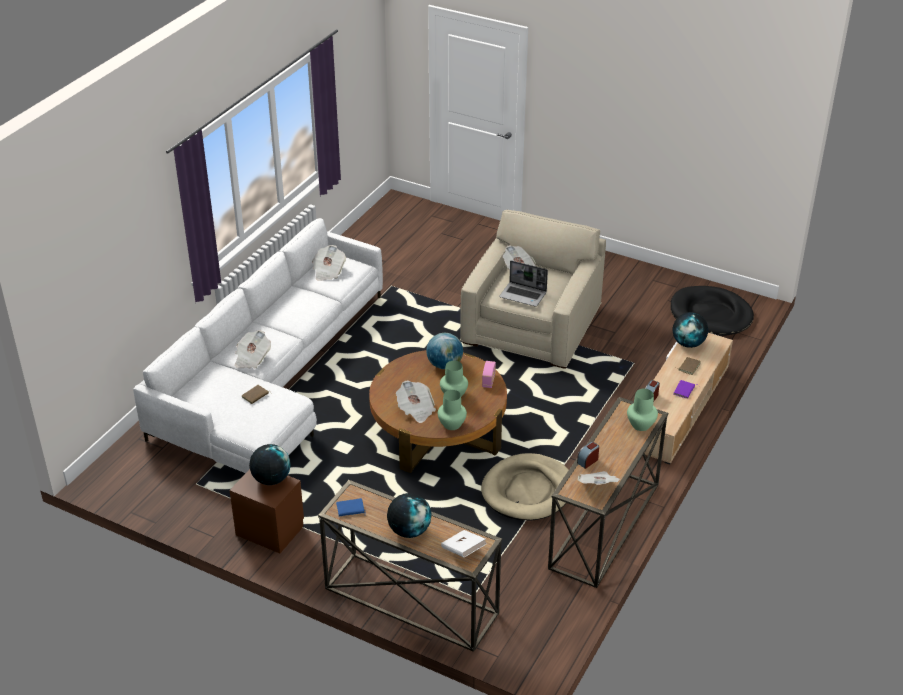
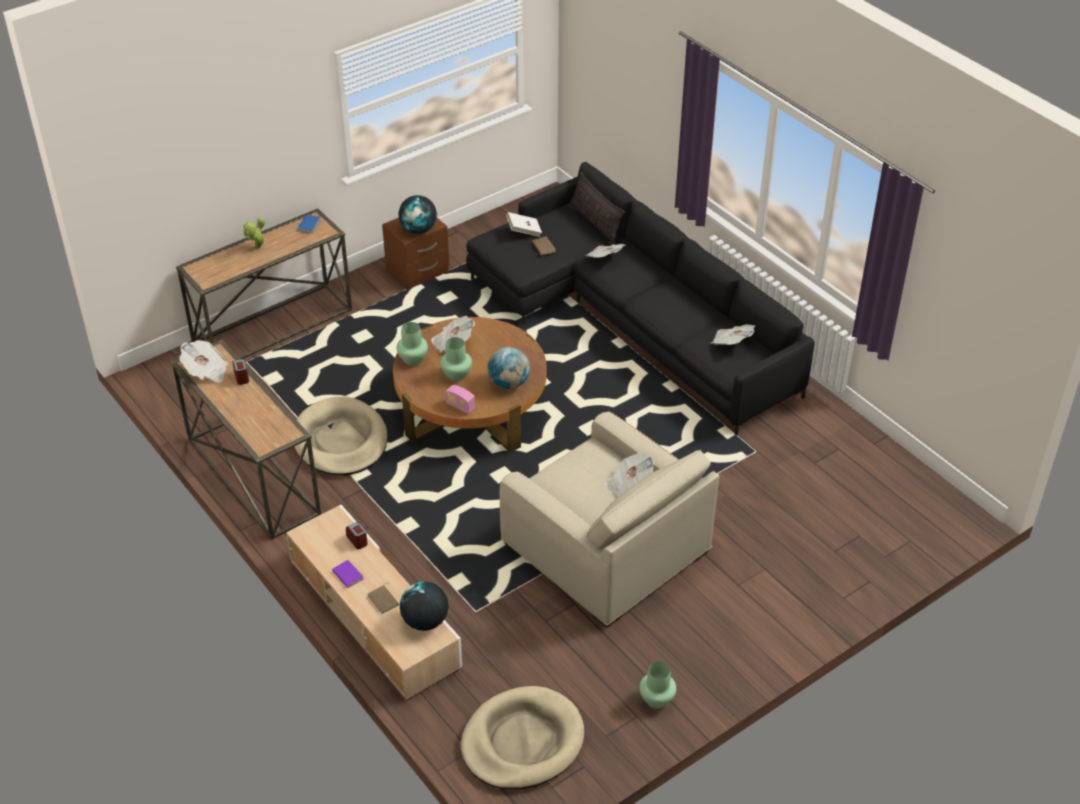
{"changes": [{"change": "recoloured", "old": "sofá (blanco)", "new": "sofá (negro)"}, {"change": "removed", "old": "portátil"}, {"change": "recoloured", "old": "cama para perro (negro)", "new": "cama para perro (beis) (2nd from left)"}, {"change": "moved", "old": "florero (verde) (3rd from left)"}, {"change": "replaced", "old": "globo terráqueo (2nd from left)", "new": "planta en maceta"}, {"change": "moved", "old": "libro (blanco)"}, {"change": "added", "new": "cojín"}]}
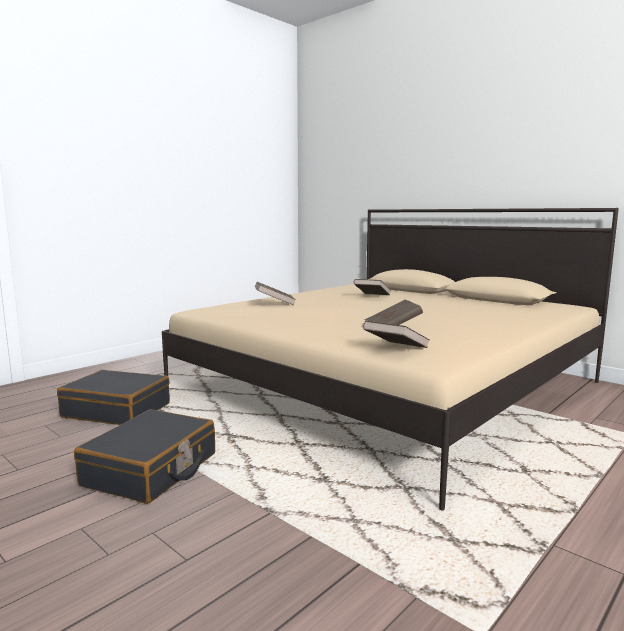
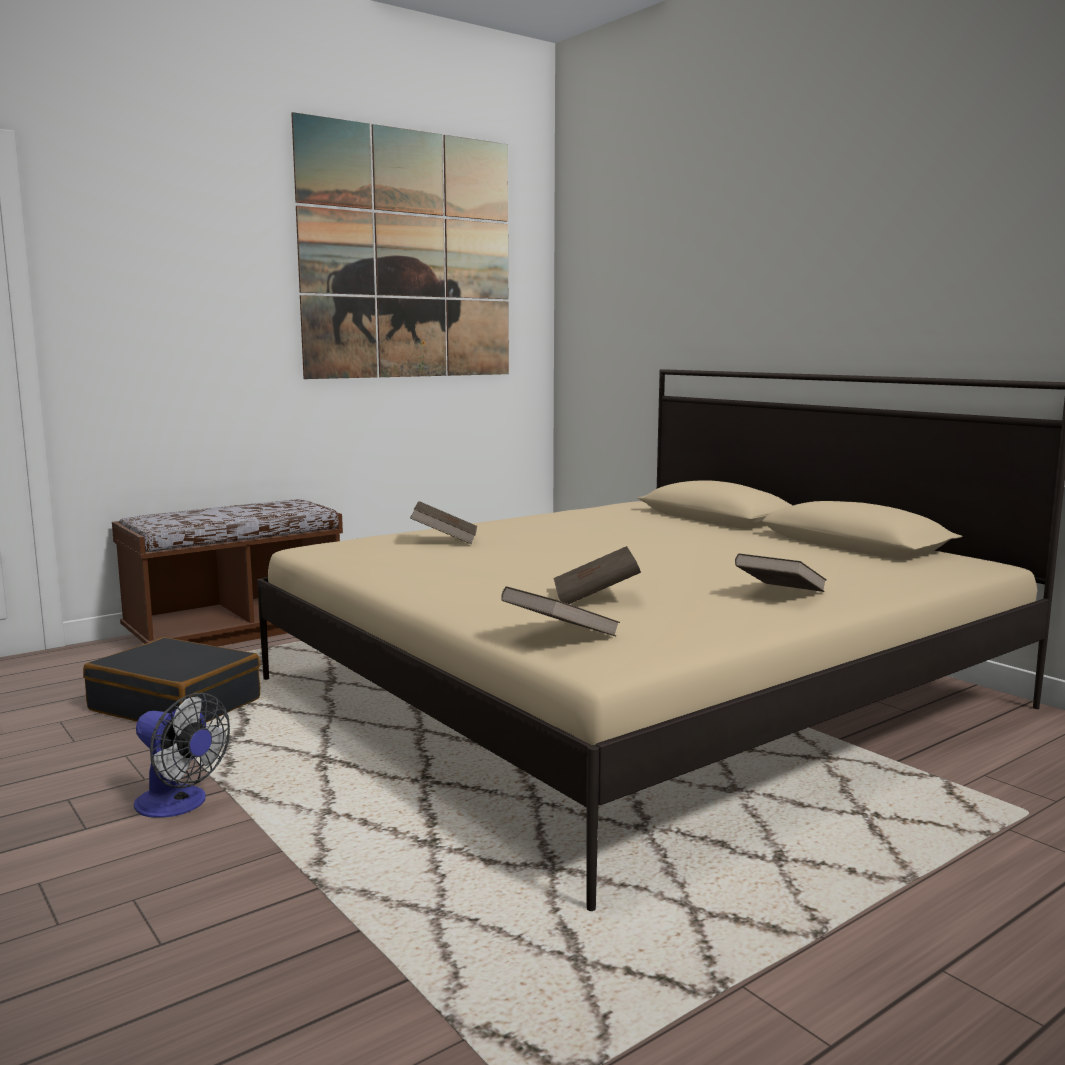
{"changes": [{"change": "moved", "old": "libro (marrón) (2nd from left in the first image)", "new": "libro (marrón) (4th from left)"}, {"change": "replaced", "old": "maleta (negro) (2nd from left)", "new": "ventilador"}, {"change": "added", "new": "cuadro"}, {"change": "added", "new": "banco (marrón)"}]}
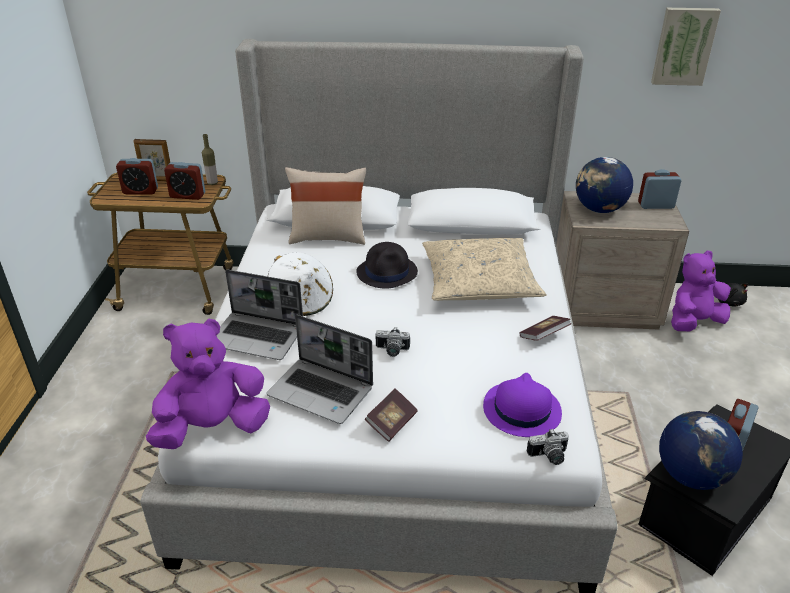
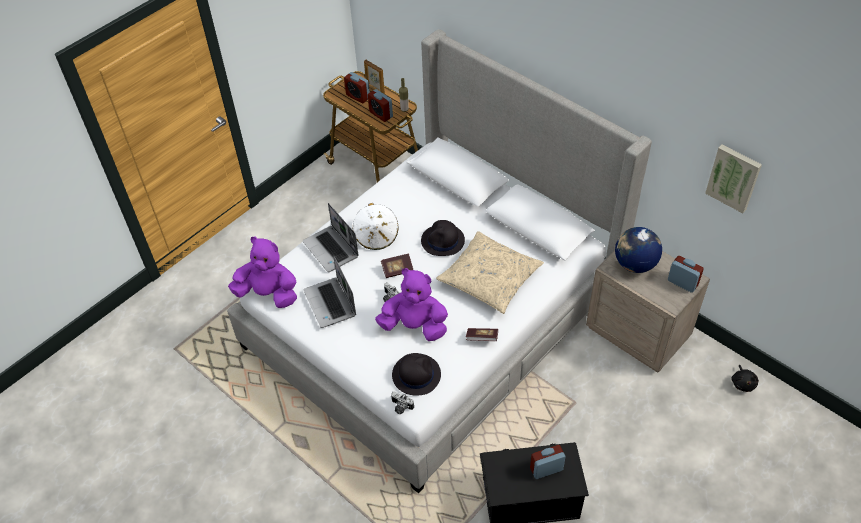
{"changes": [{"change": "removed", "old": "cojín (beis) (1st from left)"}, {"change": "moved", "old": "peluche (morado) (2nd from left)"}, {"change": "recoloured", "old": "sombrero (morado)", "new": "sombrero (negro) (1st from left)"}, {"change": "moved", "old": "libro (1st from left)"}, {"change": "removed", "old": "globo terráqueo (2nd from left)"}]}
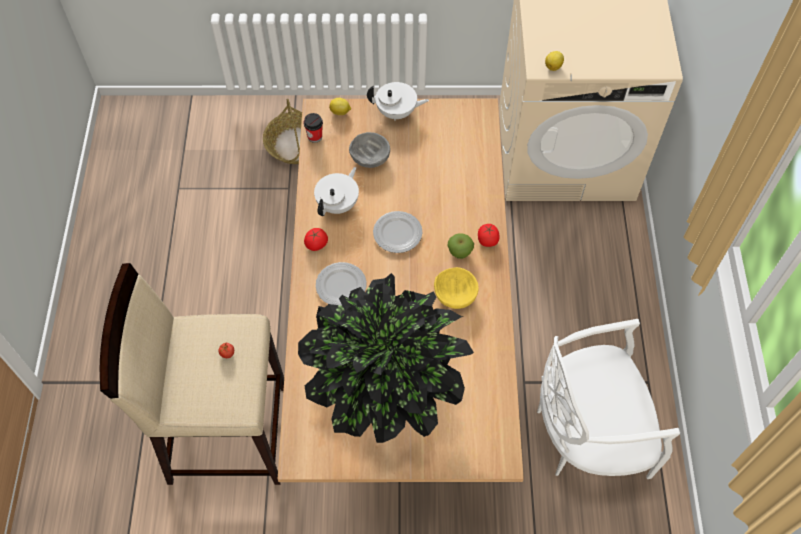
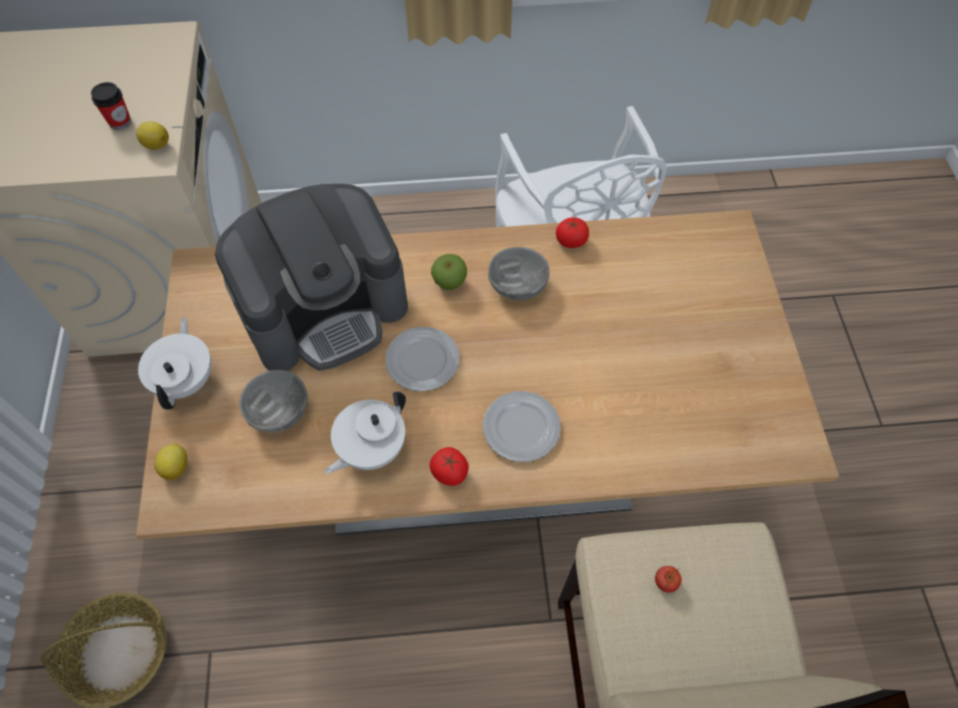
{"changes": [{"change": "moved", "old": "taza"}, {"change": "turned", "old": "tetera (blanco) (1st from left in the first image)", "degrees": -75}, {"change": "moved", "old": "tomate (3rd from left in the first image)", "new": "tomate (2nd from left)"}, {"change": "recoloured", "old": "cuenco (amarillo)", "new": "cuenco (gris) (2nd from left)"}, {"change": "removed", "old": "planta en maceta"}, {"change": "added", "new": "cafetera"}]}
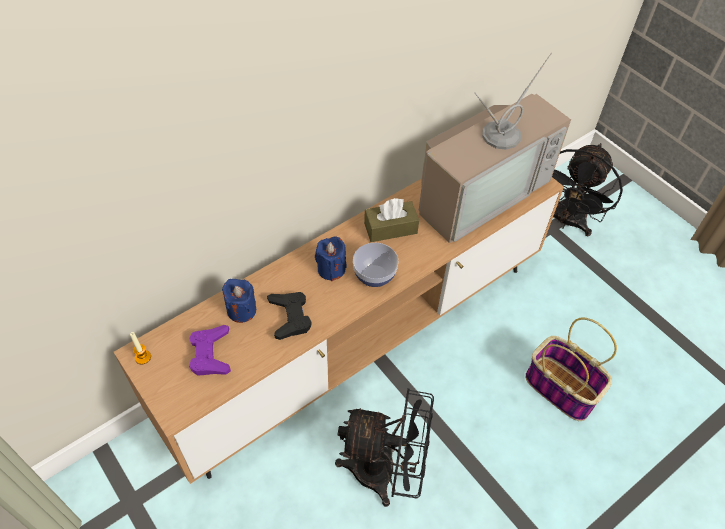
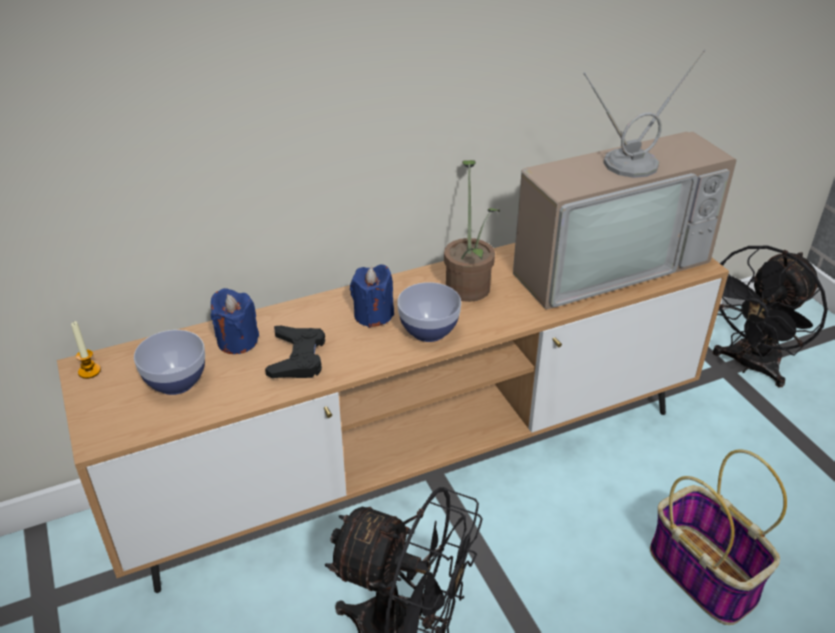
{"changes": [{"change": "replaced", "old": "caja de pañuelos (marrón)", "new": "planta en maceta"}, {"change": "replaced", "old": "mando de consola (morado)", "new": "cuenco (1st from left)"}]}
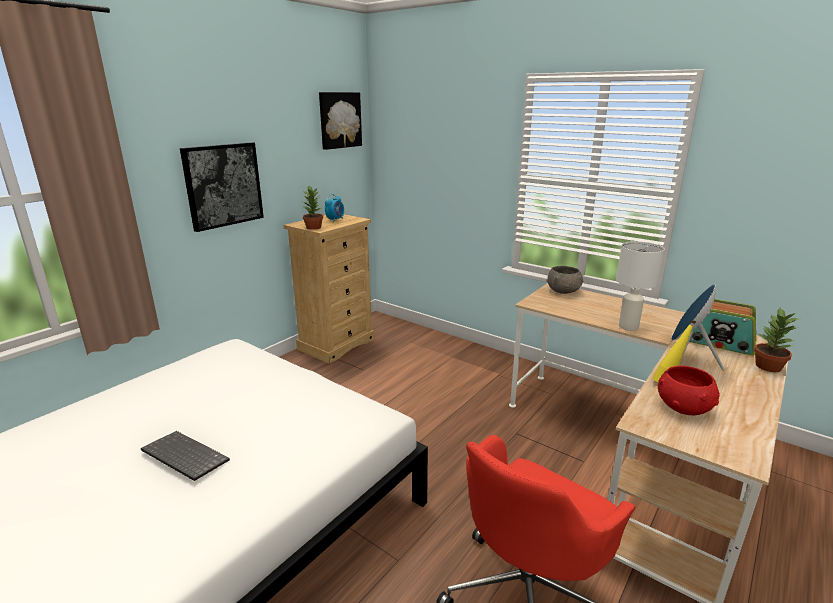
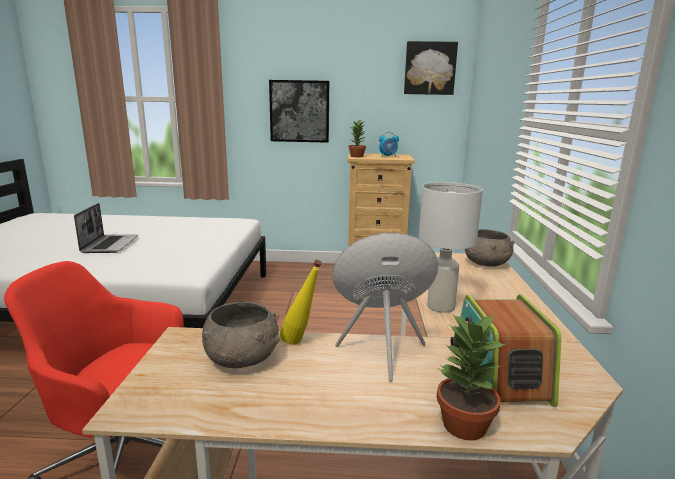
{"changes": [{"change": "recoloured", "old": "cuenco (rojo)", "new": "cuenco (gris) (1st from left)"}, {"change": "replaced", "old": "teclado", "new": "portátil"}]}
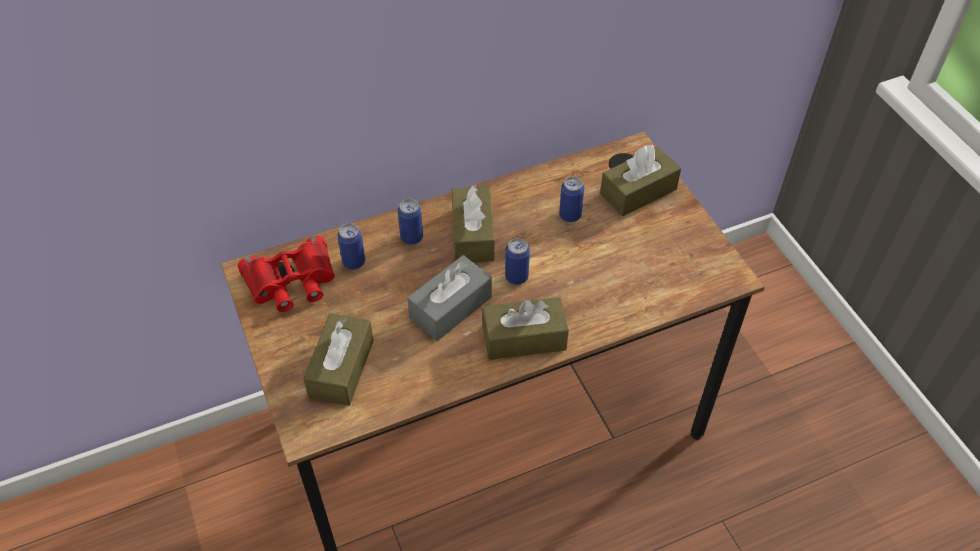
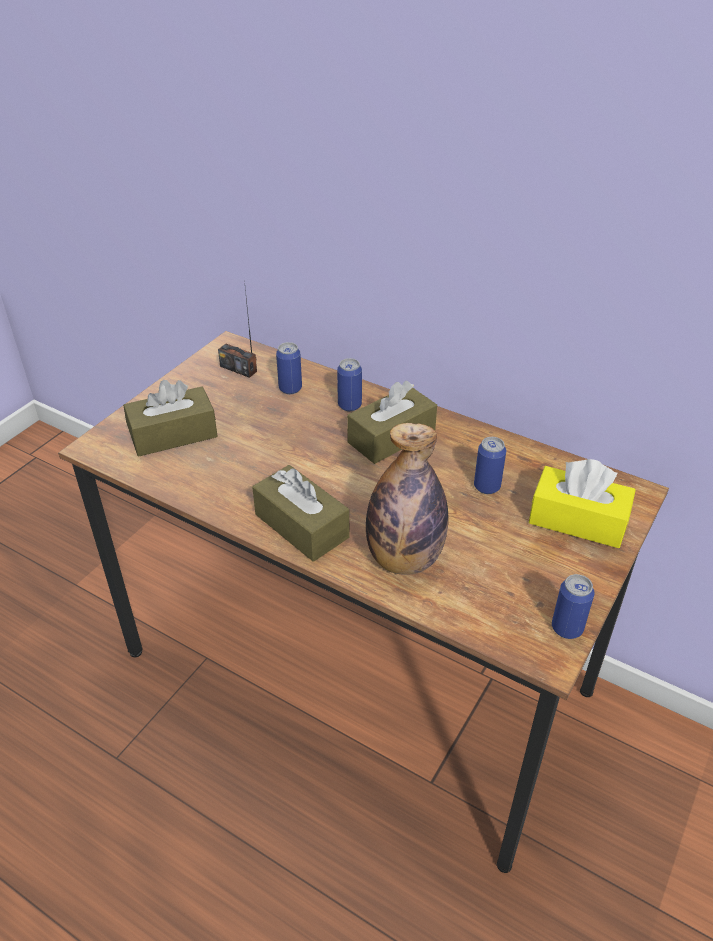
{"changes": [{"change": "recoloured", "old": "caja de pañuelos (marrón) (4th from left)", "new": "caja de pañuelos (amarillo)"}, {"change": "replaced", "old": "prismáticos (rojo)", "new": "radio"}, {"change": "moved", "old": "lata (3rd from left in the first image)", "new": "lata (4th from left)"}, {"change": "removed", "old": "caja de pañuelos (gris)"}, {"change": "added", "new": "botella"}]}
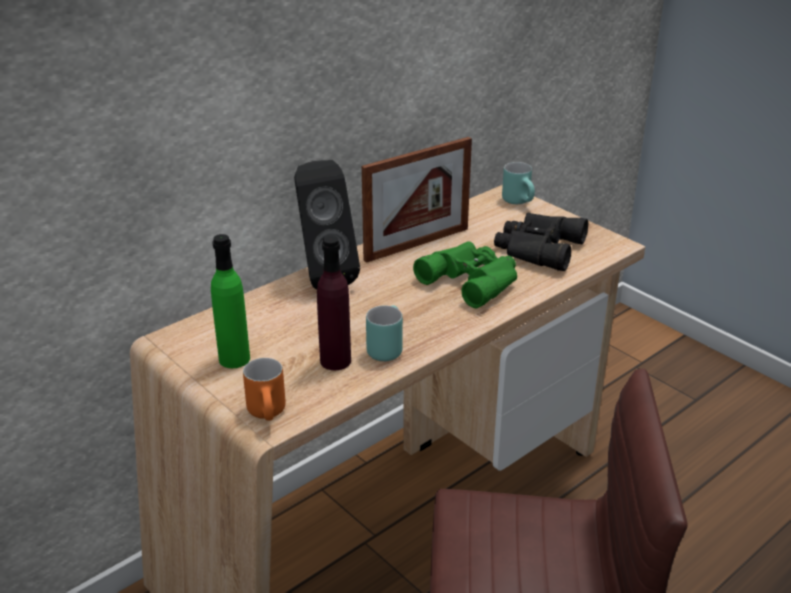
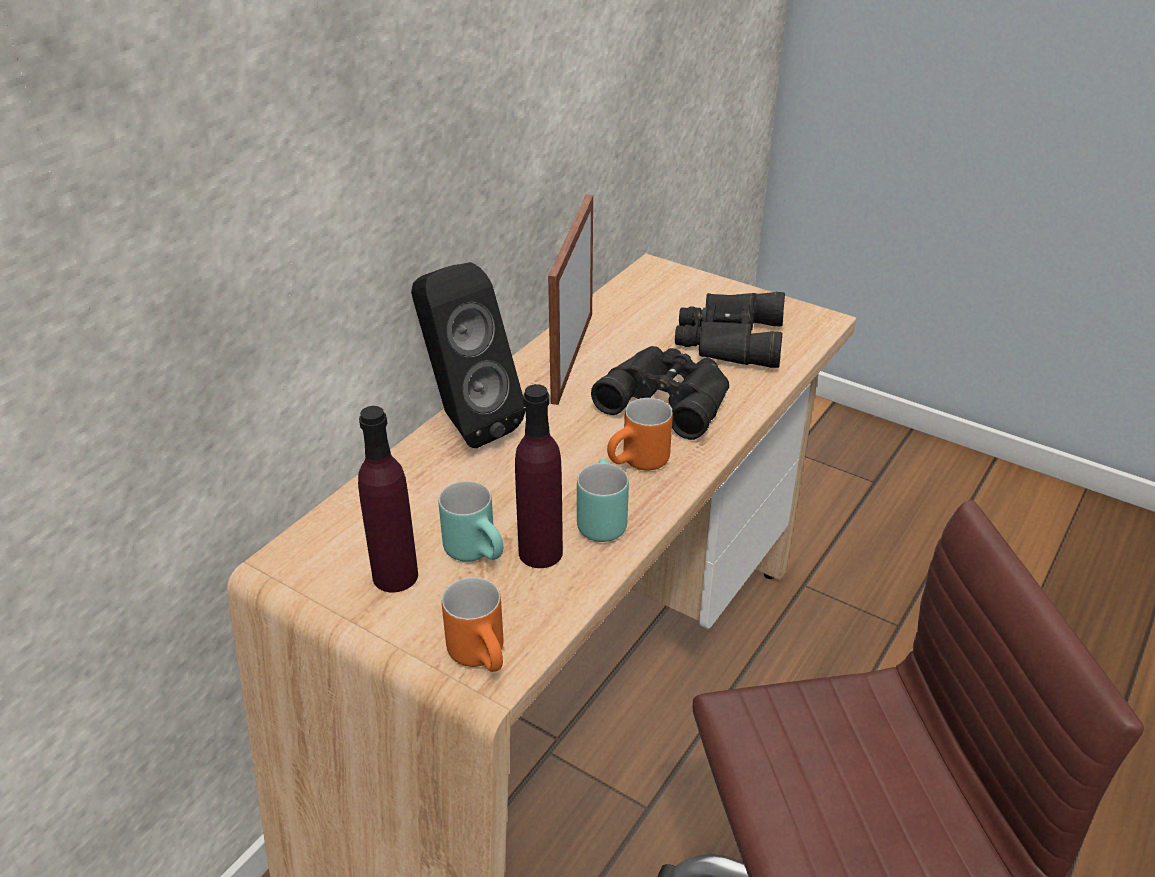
{"changes": [{"change": "turned", "old": "portarretratos", "degrees": 150}, {"change": "moved", "old": "taza grande (turquesa) (2nd from left in the first image)", "new": "taza grande (turquesa) (1st from left)"}, {"change": "recoloured", "old": "botella (verde)", "new": "botella (morado) (1st from left)"}, {"change": "recoloured", "old": "prismáticos (verde)", "new": "prismáticos (negro) (1st from left)"}, {"change": "added", "new": "taza grande (naranja) (2nd from left)"}]}
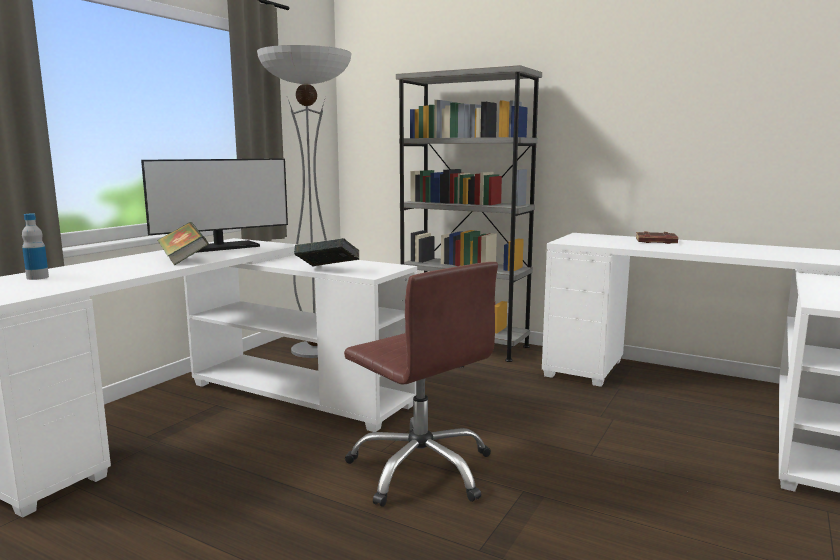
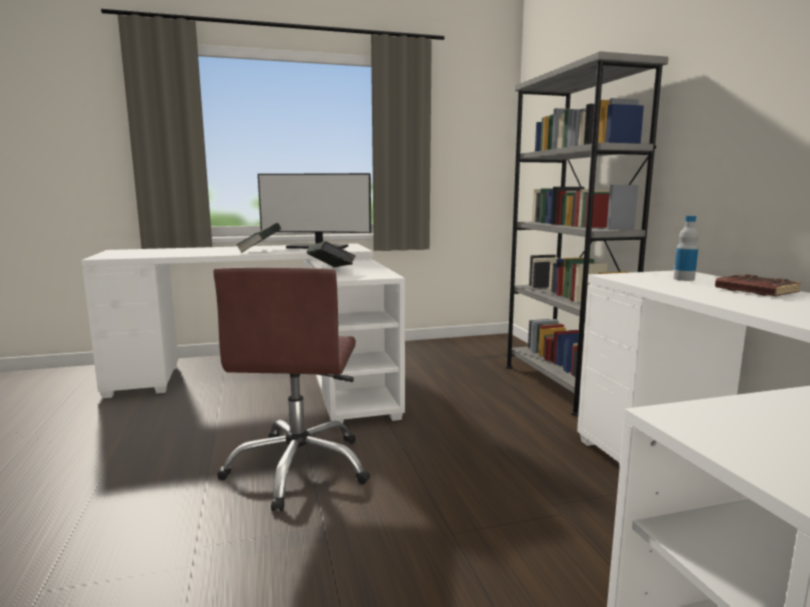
{"changes": [{"change": "removed", "old": "lámpara de pie"}, {"change": "moved", "old": "botella"}]}
